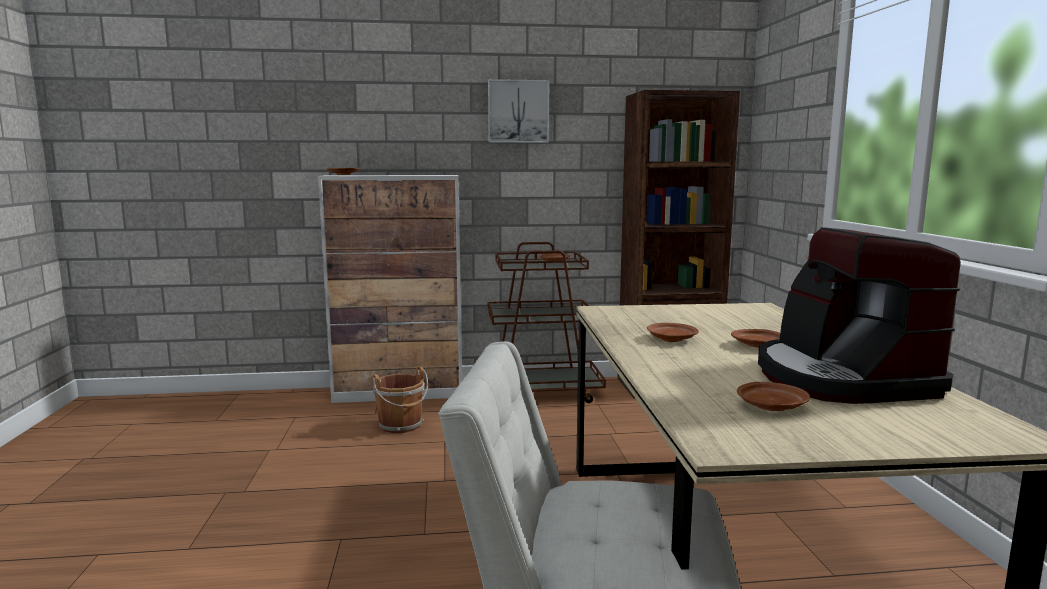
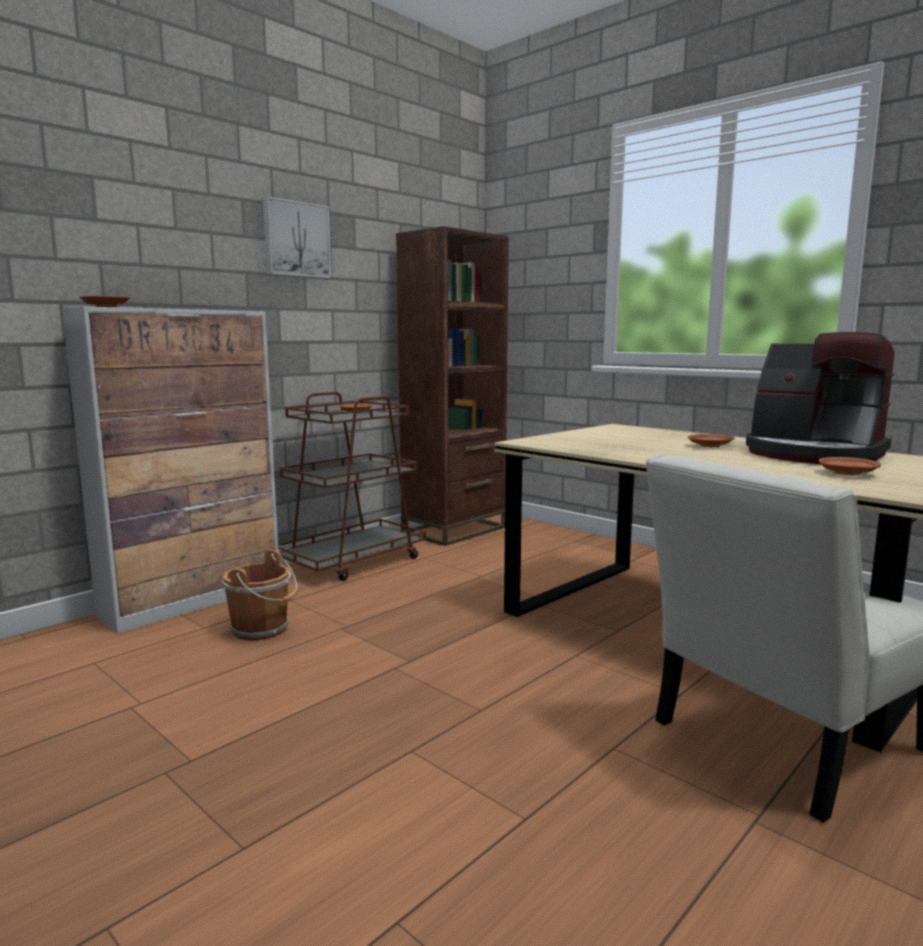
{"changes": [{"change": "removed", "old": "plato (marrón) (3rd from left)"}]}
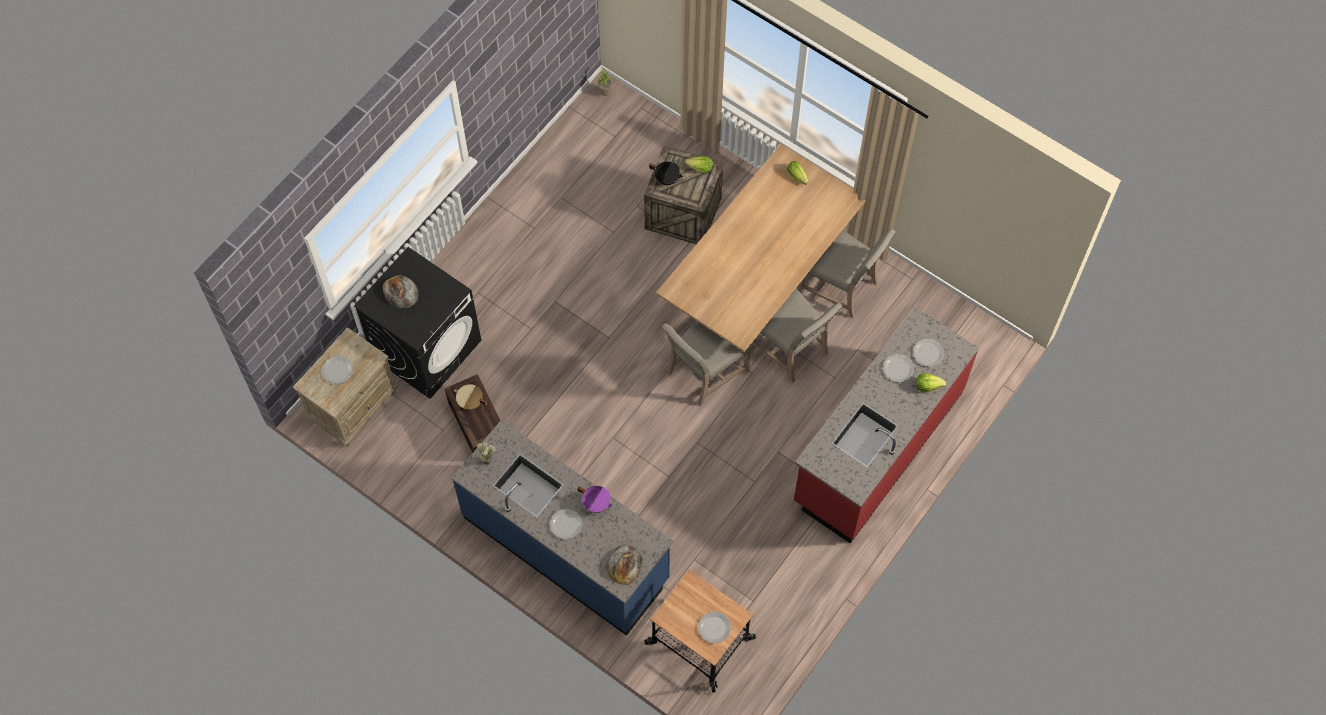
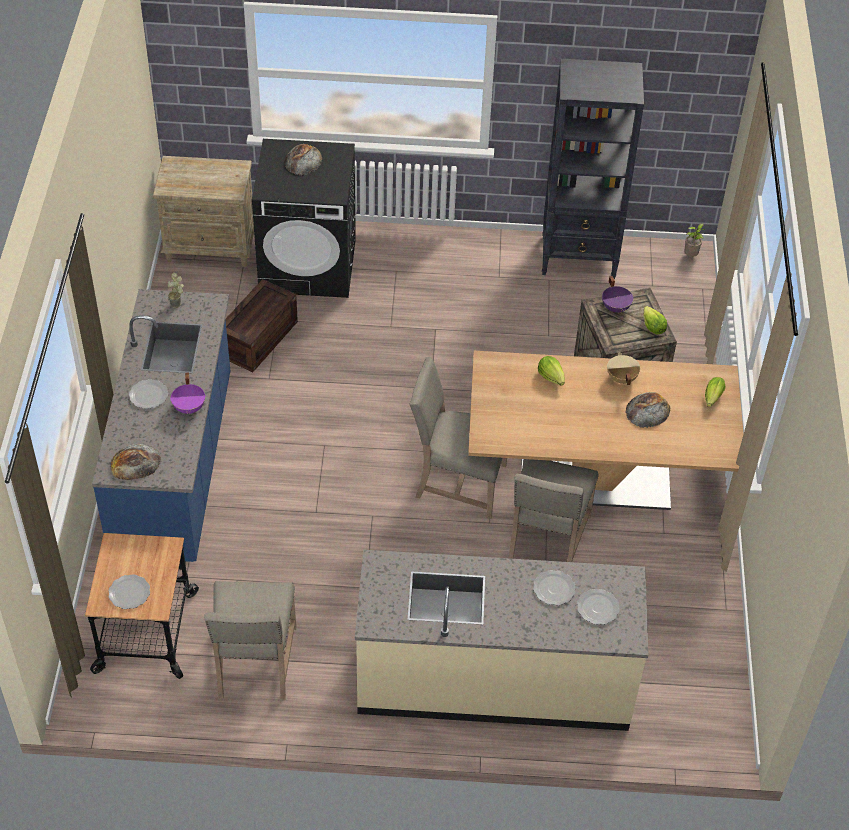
{"changes": [{"change": "recoloured", "old": "olla (negro)", "new": "olla (morado) (2nd from left)"}, {"change": "moved", "old": "silla (beis) (3rd from left in the first image)", "new": "silla (beis) (1st from left)"}, {"change": "recoloured", "old": "mueble bajo de cocina (rojo)", "new": "mueble bajo de cocina (beis)"}, {"change": "removed", "old": "plato (1st from left)"}, {"change": "moved", "old": "lechuga (3rd from left in the first image)", "new": "lechuga (1st from left)"}, {"change": "moved", "old": "olla (beis)"}, {"change": "added", "new": "estantería (negro)"}, {"change": "added", "new": "pan (3rd from left)"}]}
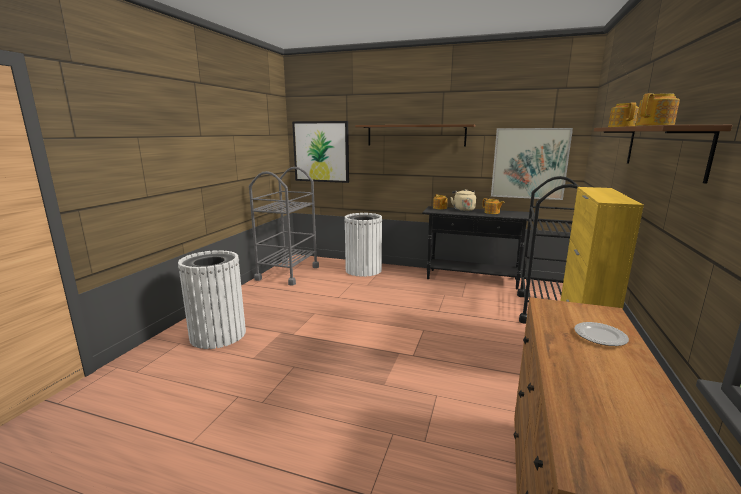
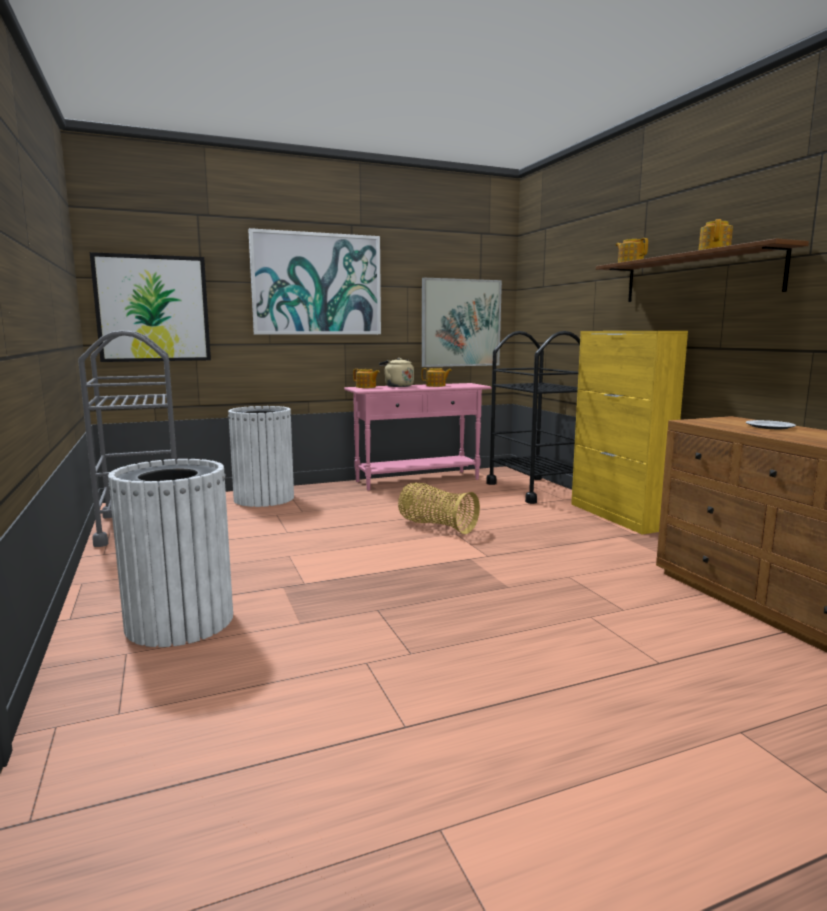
{"changes": [{"change": "replaced", "old": "estante (marrón) (1st from left)", "new": "cuadro (2nd from left)"}, {"change": "recoloured", "old": "mesa consola (negro)", "new": "mesa consola (rosa)"}, {"change": "added", "new": "cesta"}]}
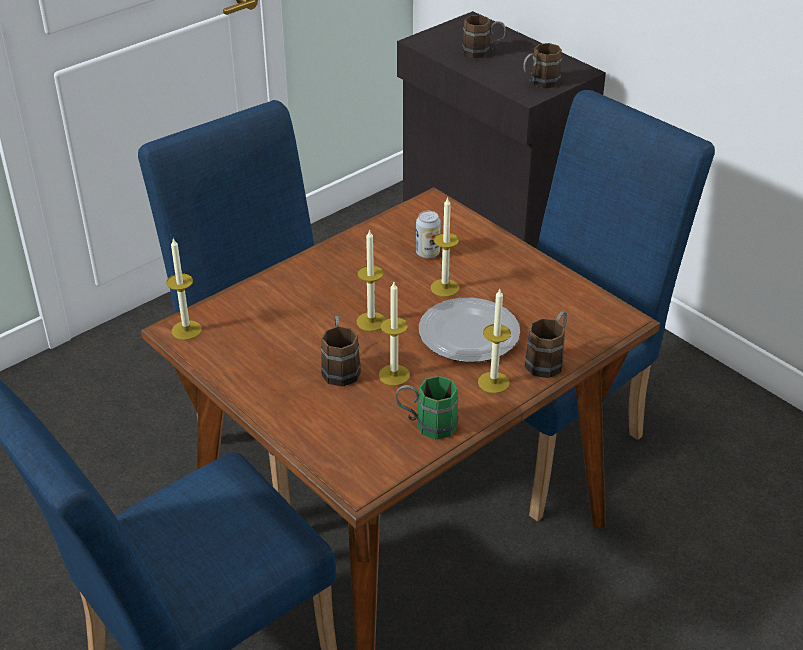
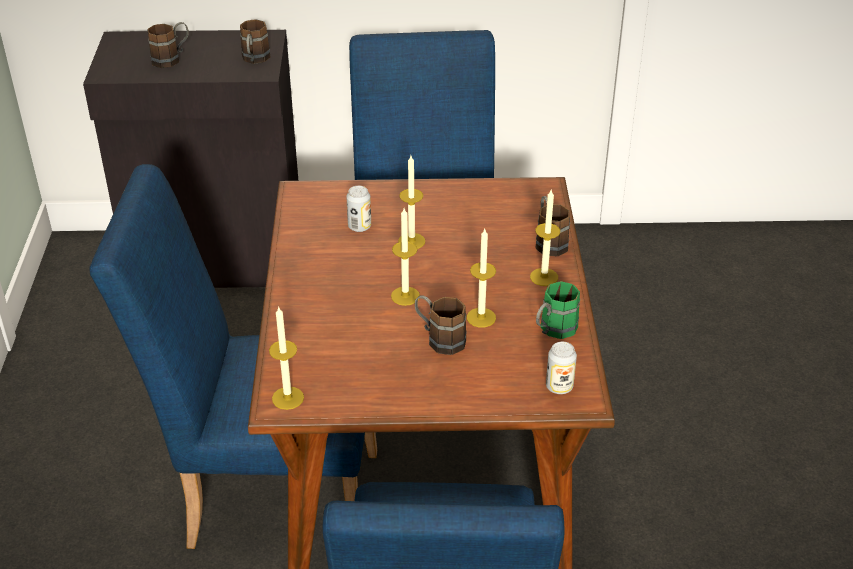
{"changes": [{"change": "removed", "old": "plato"}, {"change": "added", "new": "lata (2nd from left)"}]}
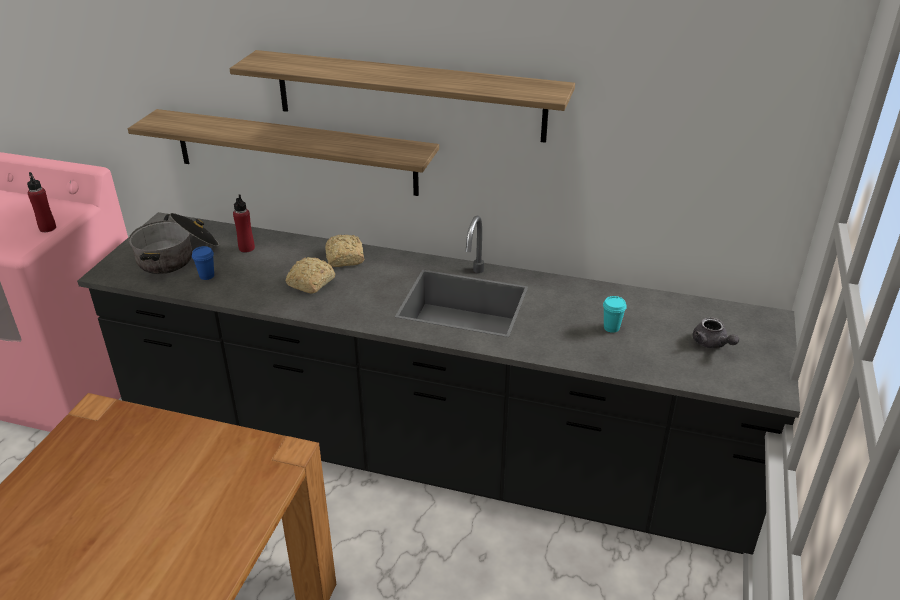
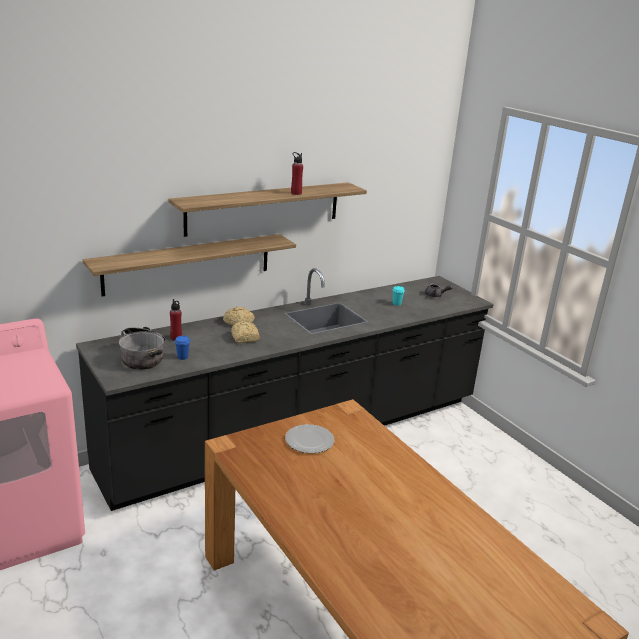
{"changes": [{"change": "moved", "old": "botella (rojo) (1st from left in the first image)", "new": "botella (rojo) (2nd from left)"}, {"change": "added", "new": "plato"}]}
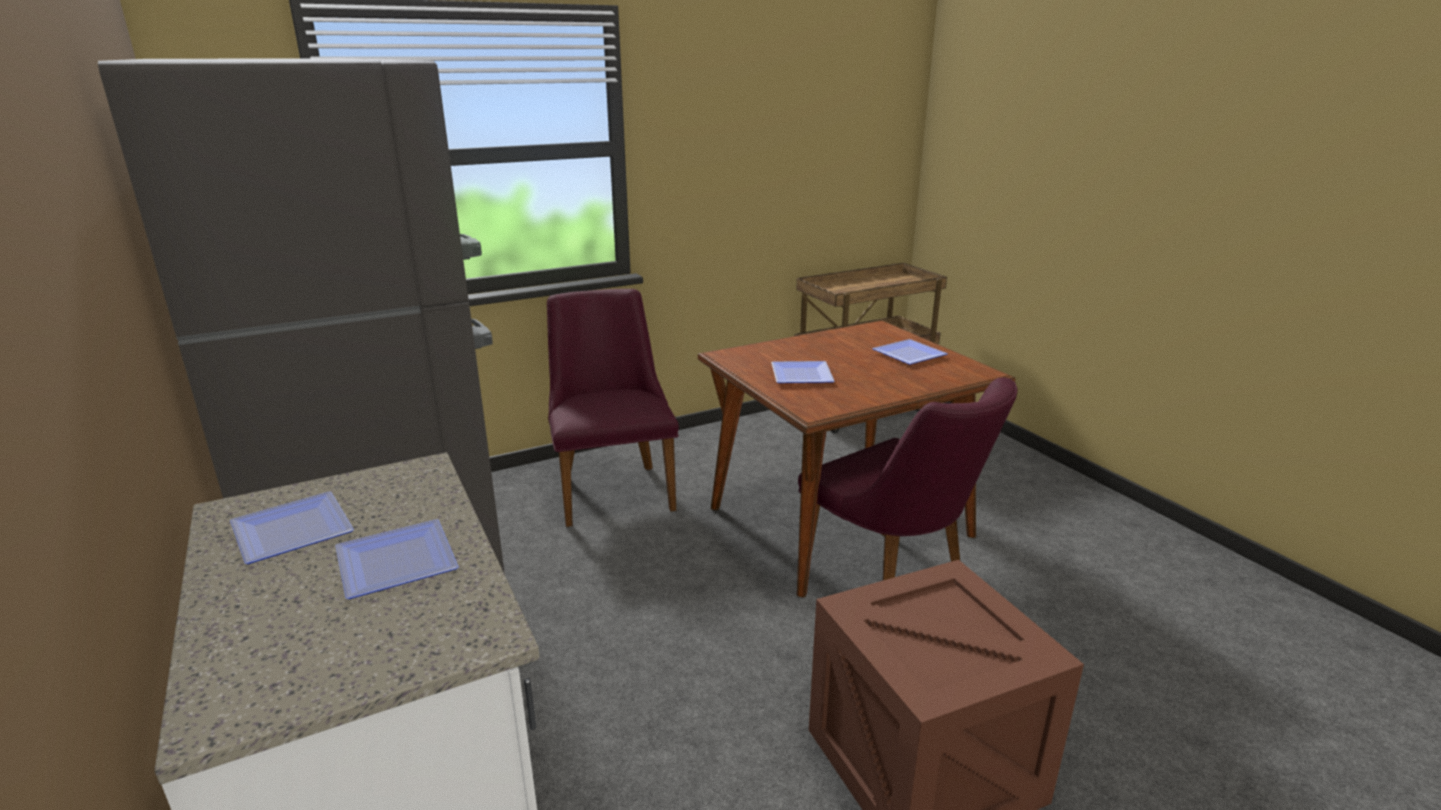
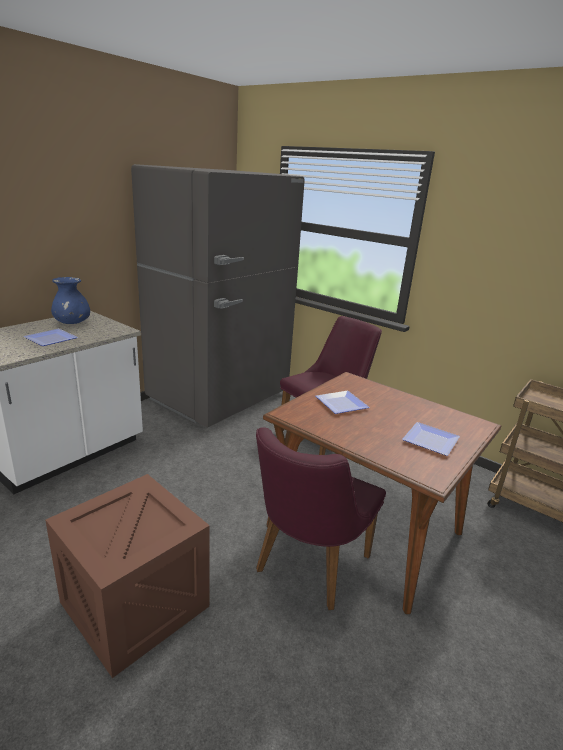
{"changes": [{"change": "replaced", "old": "plato (1st from left)", "new": "florero (azul)"}]}
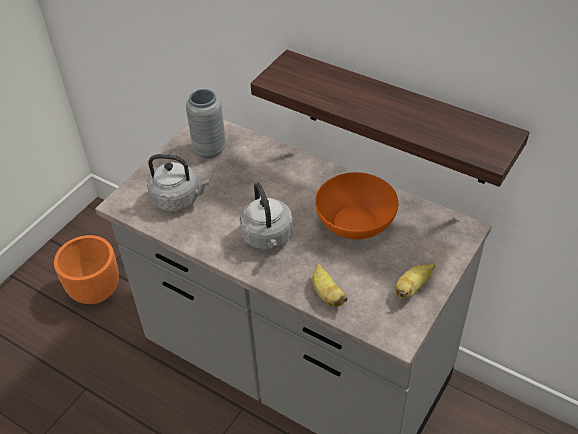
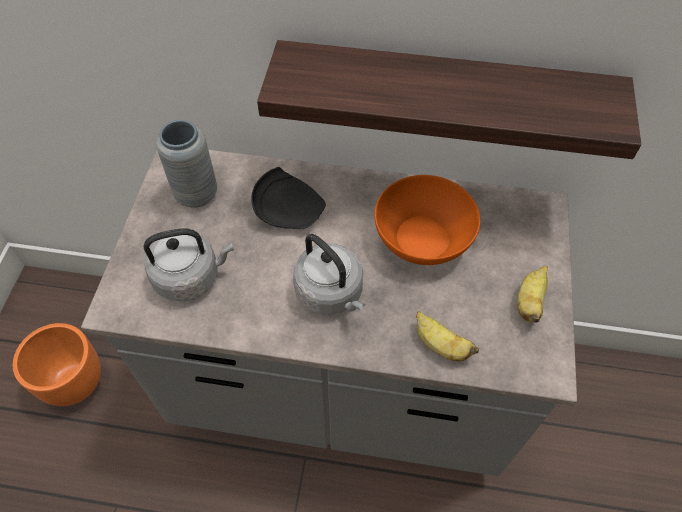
{"changes": [{"change": "added", "new": "plato (negro)"}]}
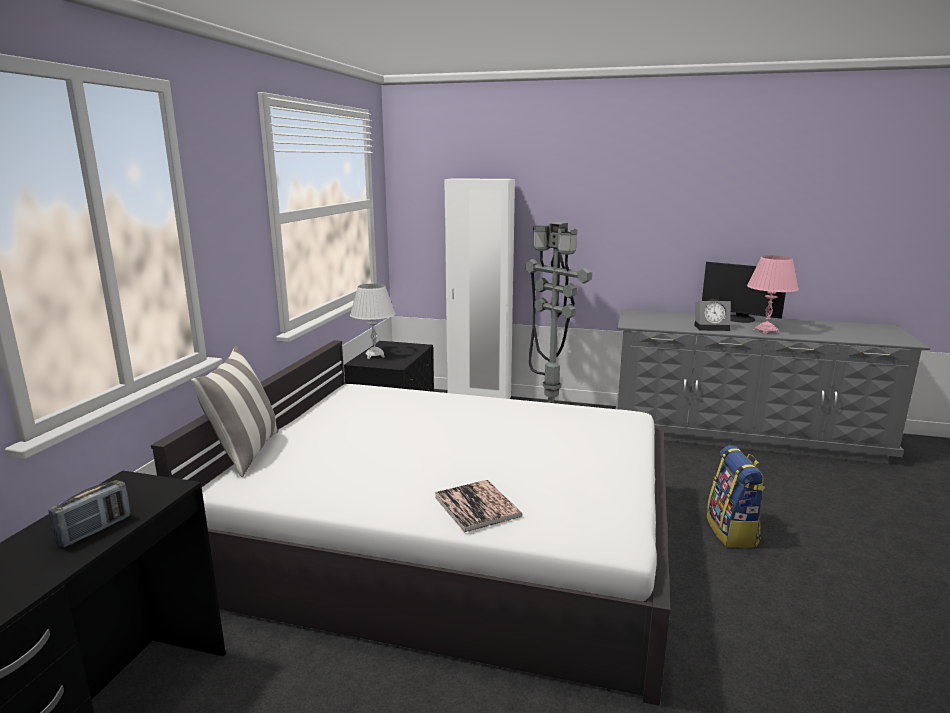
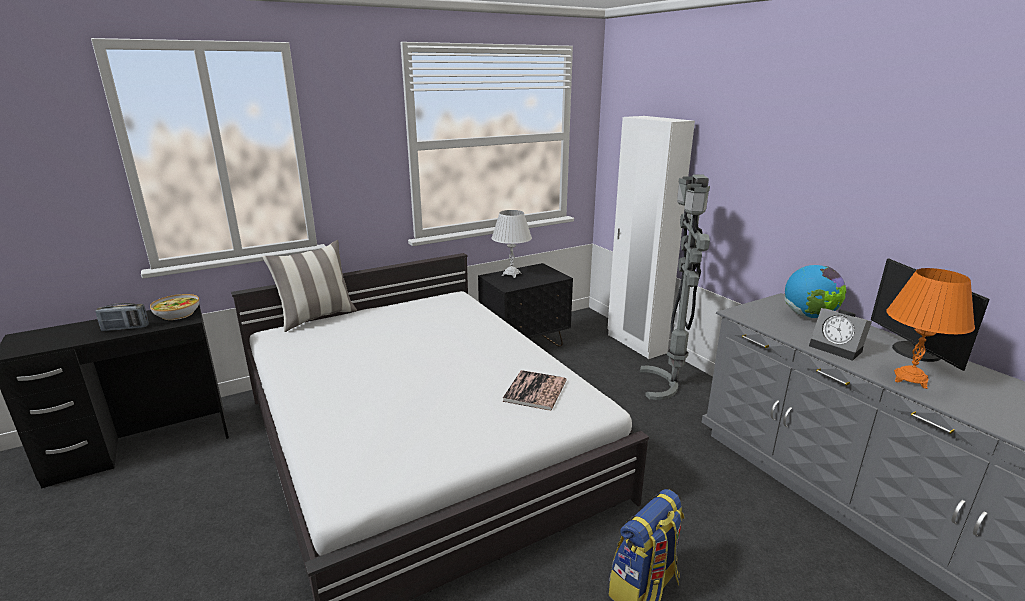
{"changes": [{"change": "recoloured", "old": "lámpara de mesa (rosa)", "new": "lámpara de mesa (naranja)"}, {"change": "moved", "old": "libro"}, {"change": "added", "new": "globo terráqueo"}, {"change": "added", "new": "cuenco"}]}
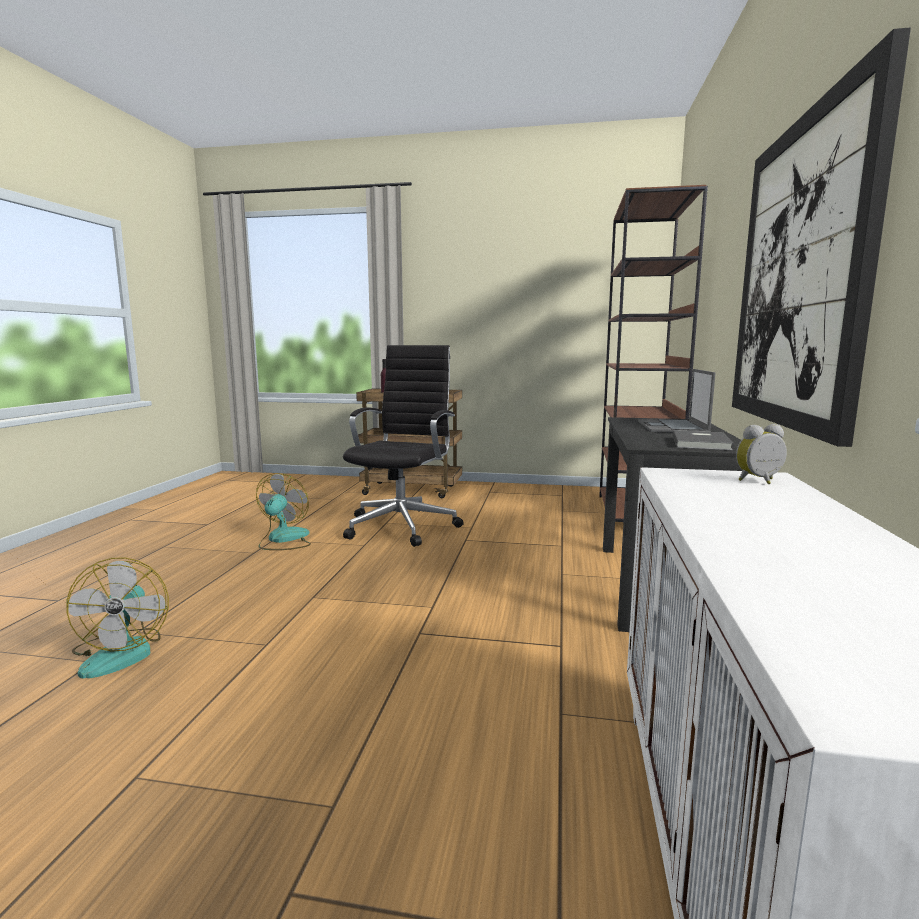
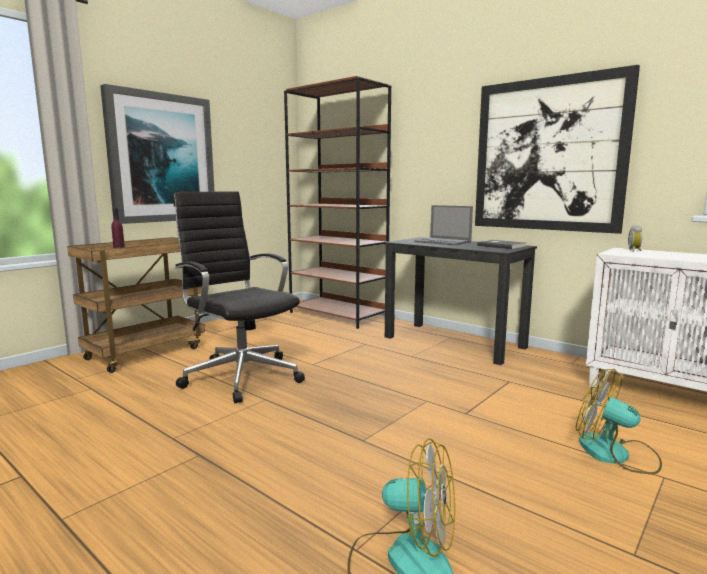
{"changes": [{"change": "moved", "old": "ventilador (2nd from left)"}, {"change": "added", "new": "cuadro (1st from left)"}]}
